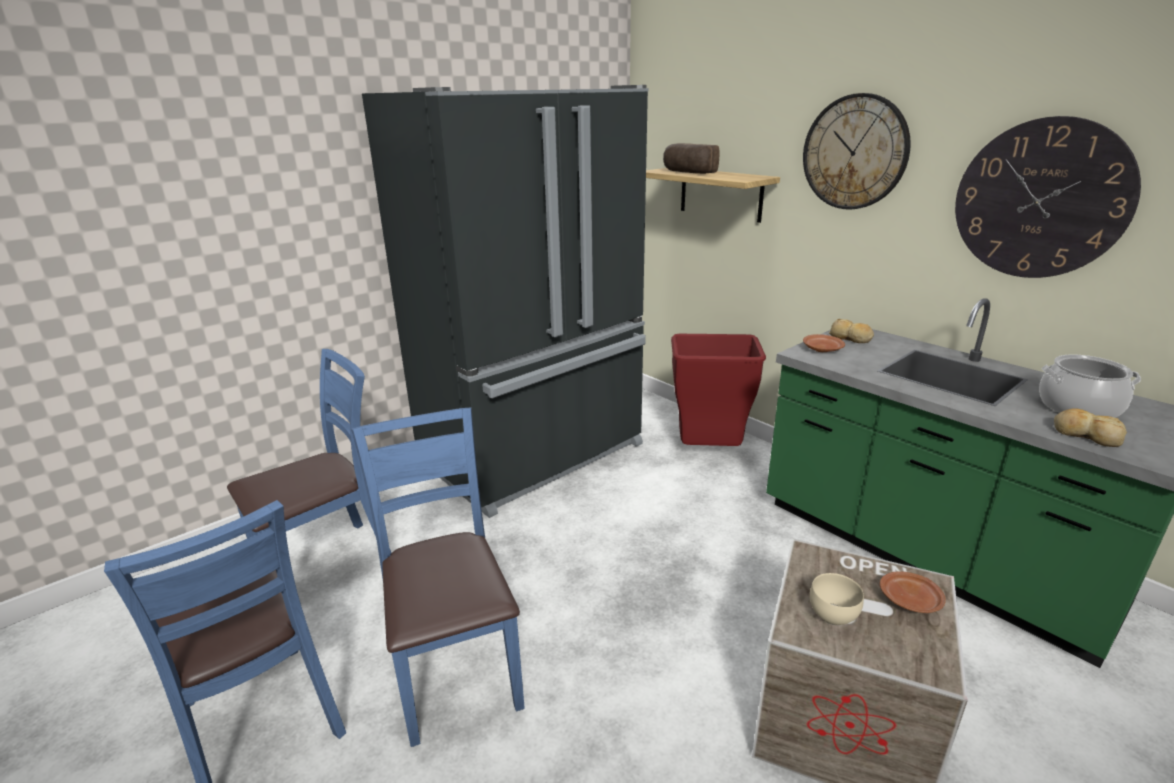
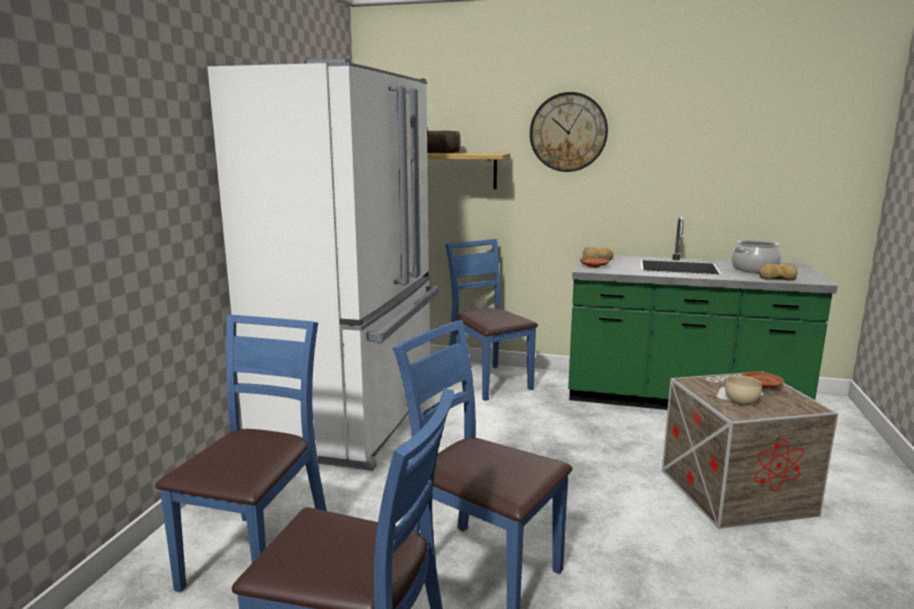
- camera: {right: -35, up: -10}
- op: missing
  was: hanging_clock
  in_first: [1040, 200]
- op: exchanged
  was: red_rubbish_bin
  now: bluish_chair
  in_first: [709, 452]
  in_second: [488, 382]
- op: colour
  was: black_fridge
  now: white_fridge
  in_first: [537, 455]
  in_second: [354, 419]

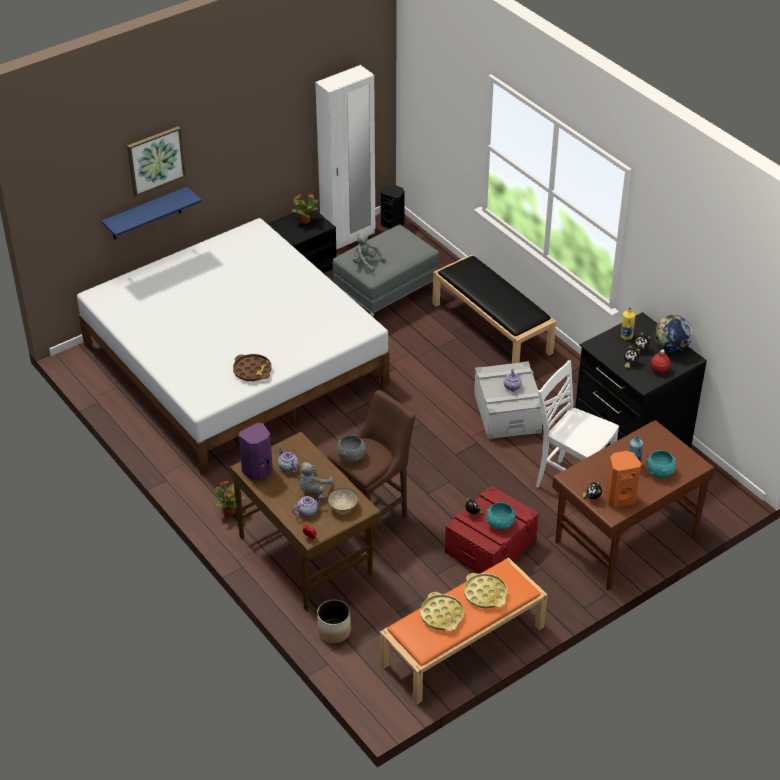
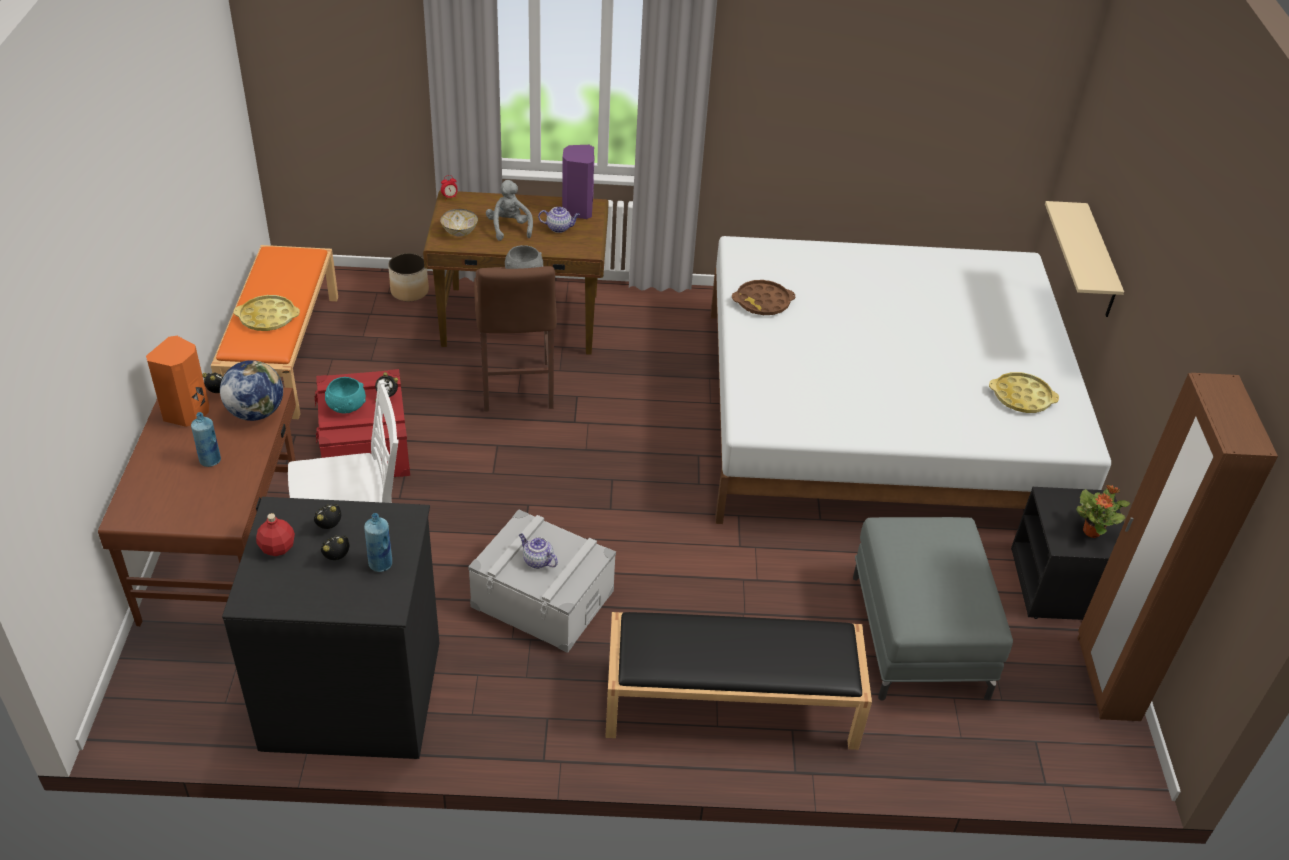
- camera: {right: 125, up: 0}
- op: missing
  was: wall_art
  in_first: [155, 160]
- op: missing
  was: plant_in_a_pot
  in_first: [230, 511]
- op: missing
  was: pot_for_tea
  in_first: [307, 511]
- op: missing
  was: greyish_plush_toy
  in_first: [366, 263]
- op: missing
  was: black_speaker
  in_first: [393, 224]
- op: missing
  was: blue-green_bowl
  in_first: [660, 471]
- op: relocated
  was: yellow_carrying_tray
  in_first: [442, 615]
  in_second: [1021, 397]
- op: relocated
  was: globe
  in_first: [671, 347]
  in_second: [256, 412]
- op: colour
  was: bluish_shelf
  now: beige_shelf
  in_first: [146, 214]
  in_second: [1099, 263]
- op: colour
  was: white_armoire
  now: brown-coloured_armoire
  in_first: [348, 237]
  in_second: [1106, 678]
- op: colour
  was: yellow_drink_bottle
  now: bluish_drink_bottle
  in_first: [626, 336]
  in_second: [381, 564]

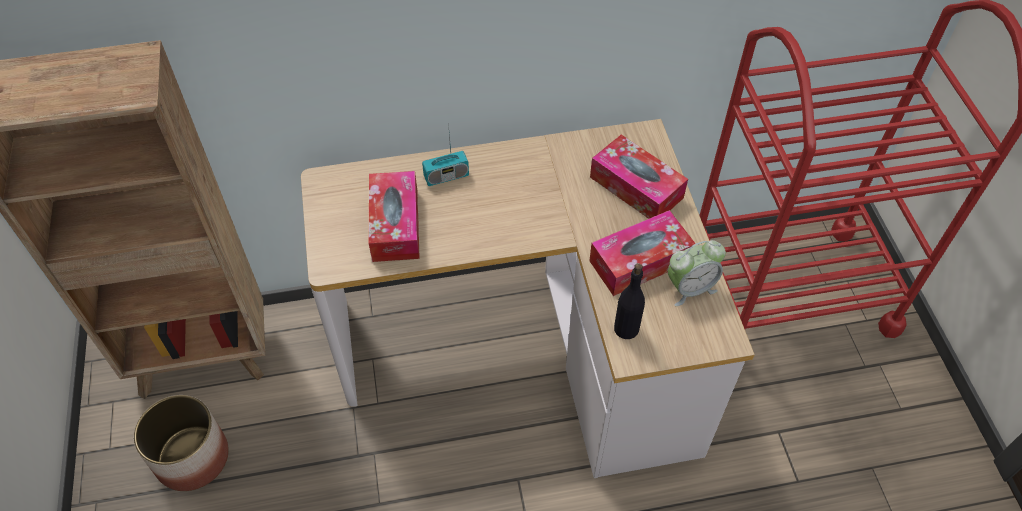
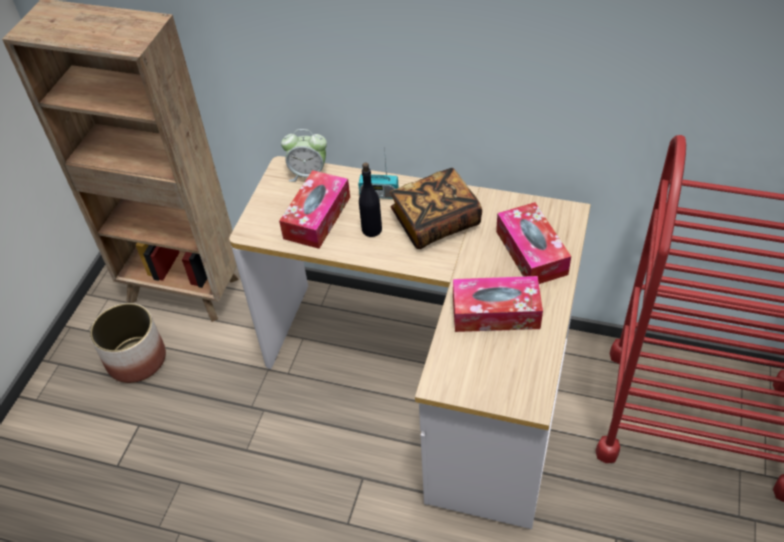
- camera: {right: 30, up: -5}
- op: appeared
  now: book
  in_second: [435, 222]
- op: relocated
  was: black_drink_bottle
  in_first: [626, 328]
  in_second: [372, 229]
- op: relocated
  was: table_clock
  in_first: [690, 288]
  in_second: [308, 174]

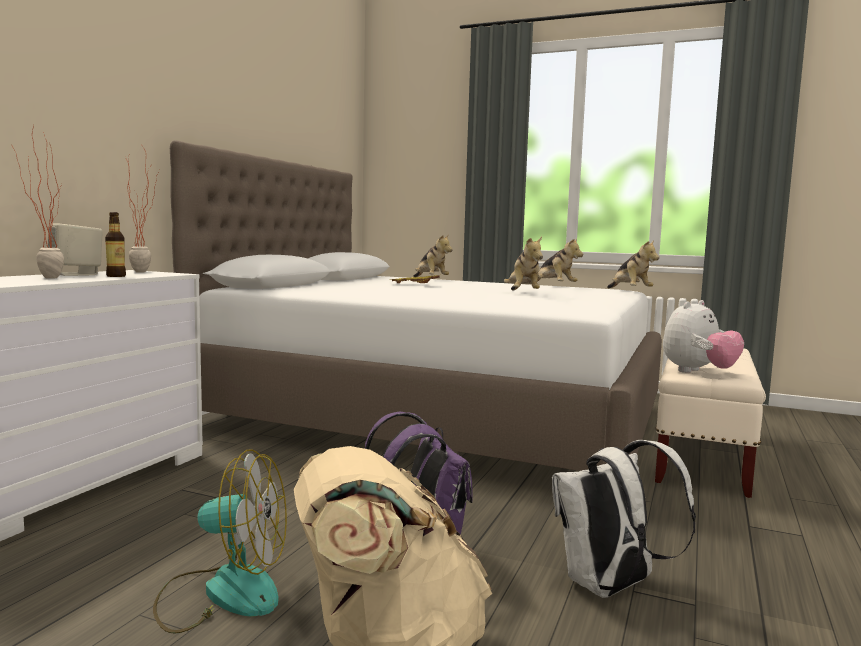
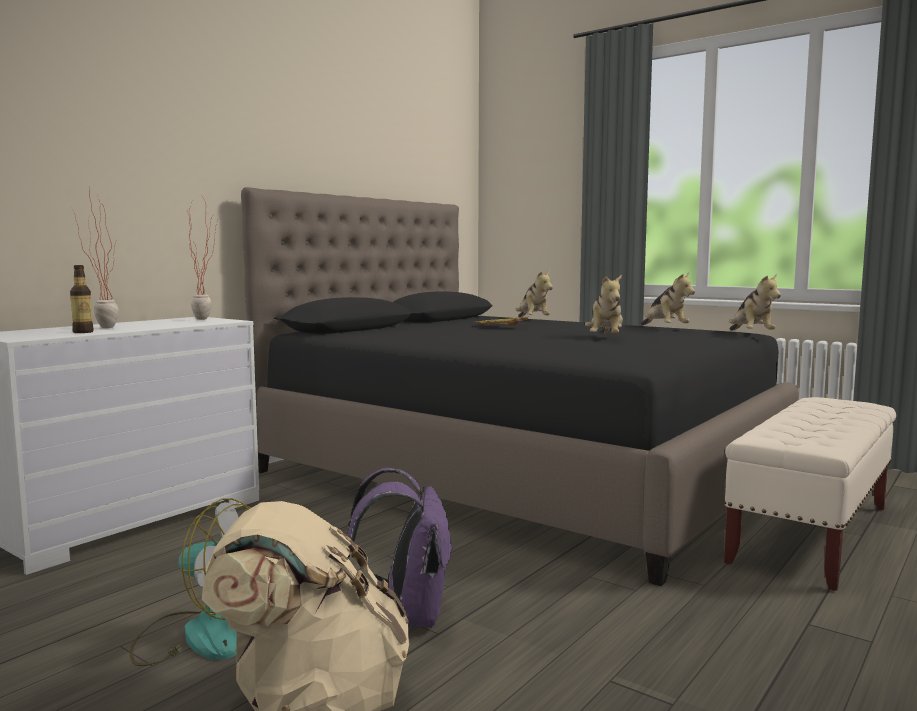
- camera: {right: 15, up: 0}
- op: missing
  was: beige_speaker
  in_first: [77, 274]
- op: missing
  was: white_backpack
  in_first: [610, 588]
- op: missing
  was: plush_toy
  in_first: [698, 372]
- op: relocated
  was: drink_bottle
  in_first: [116, 276]
  in_second: [83, 332]
- op: colour
  was: white_bed
  now: black_bed
  in_first: [436, 416]
  in_second: [519, 472]

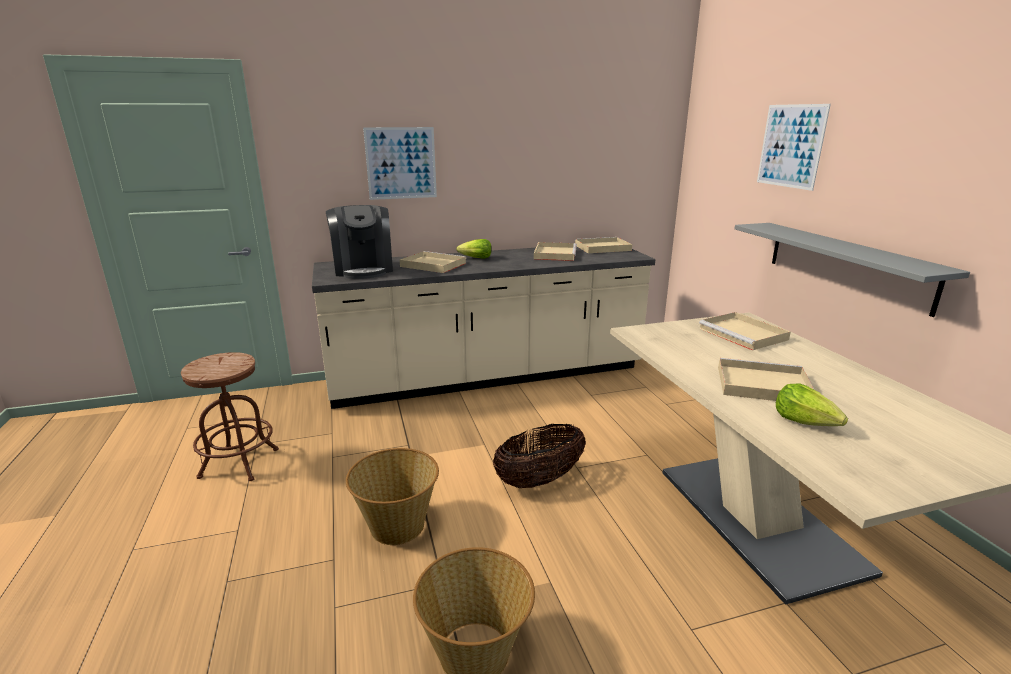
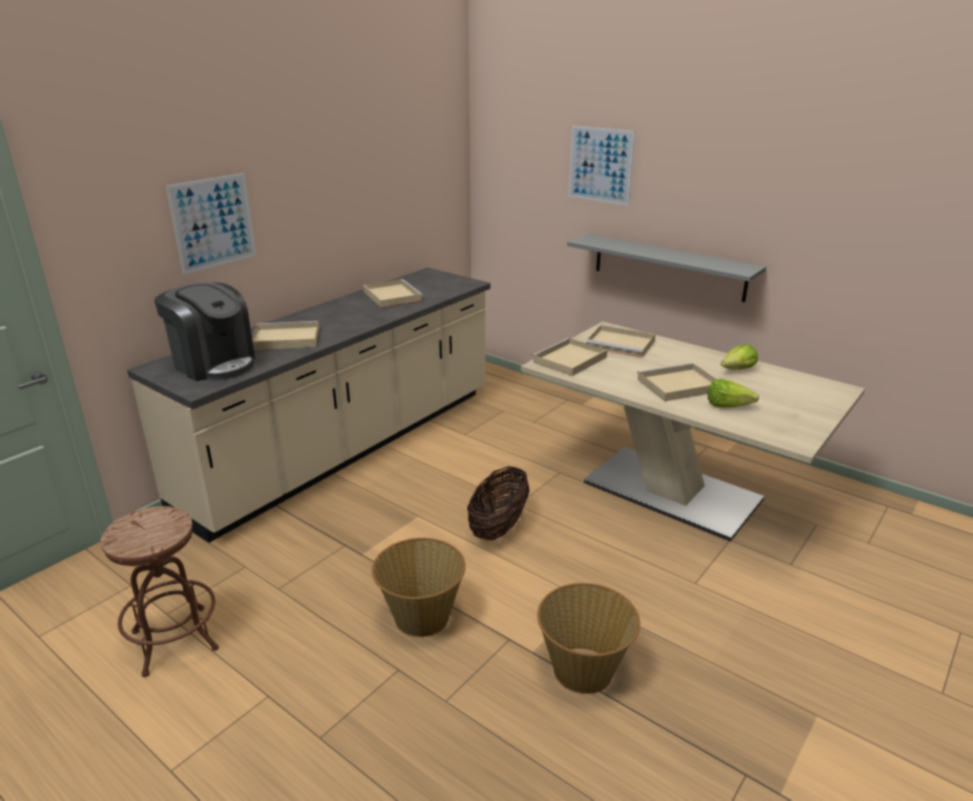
- camera: {right: -35, up: 5}
- op: relocated
  was: lettuce_head
  in_first: [476, 258]
  in_second: [738, 370]
- op: relocated
  was: beige_carrying_tray
  in_first: [601, 248]
  in_second: [569, 360]

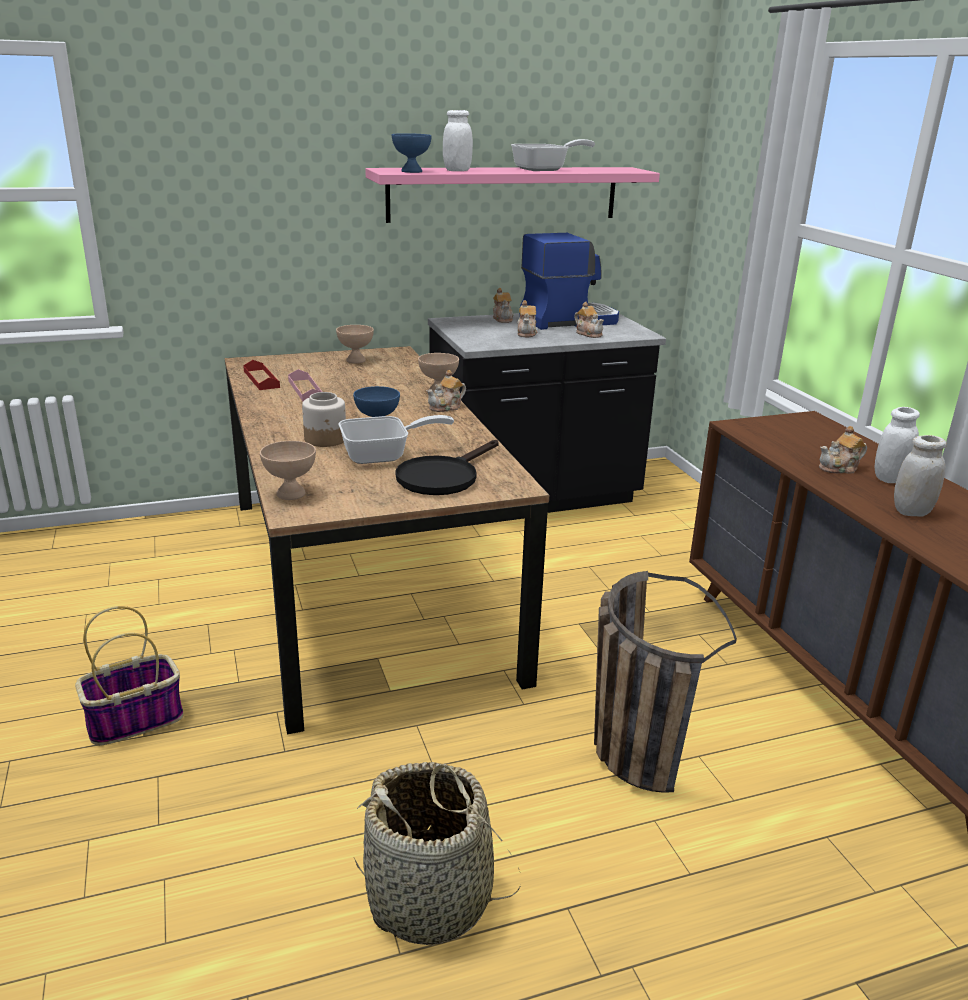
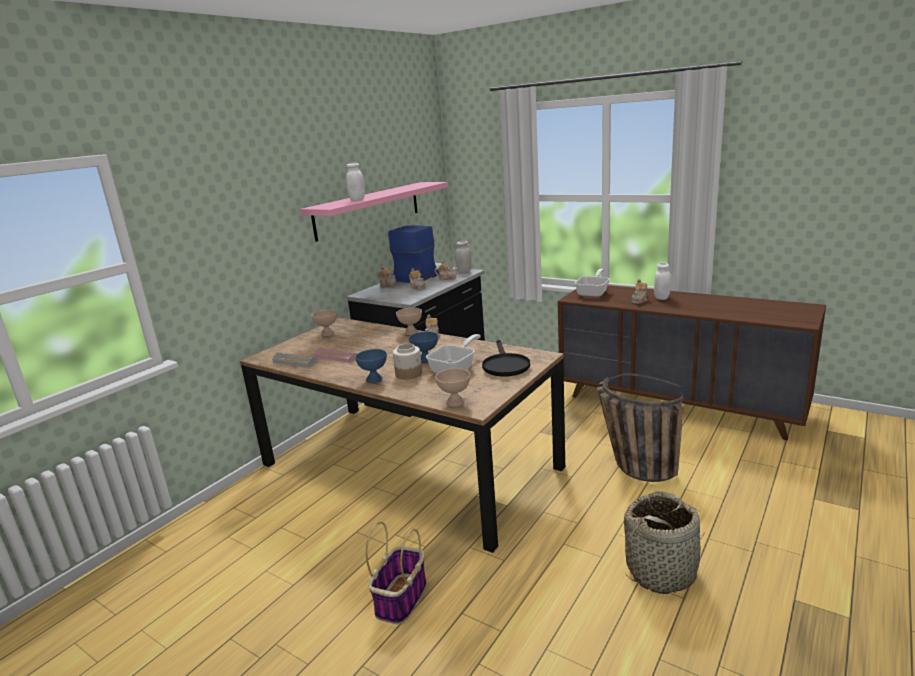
- camera: {right: -35, up: -5}
- op: relocated
  was: bluish_bowl
  in_first: [411, 171]
  in_second: [374, 380]
- op: relocated
  was: pan
  in_first: [545, 169]
  in_second: [593, 292]
- op: relocated
  was: white_preserve_jar
  in_first: [911, 512]
  in_second: [464, 271]
- op: colour
  was: red_carrying_tray
  now: greyish_carrying_tray
  in_first: [261, 379]
  in_second: [295, 362]

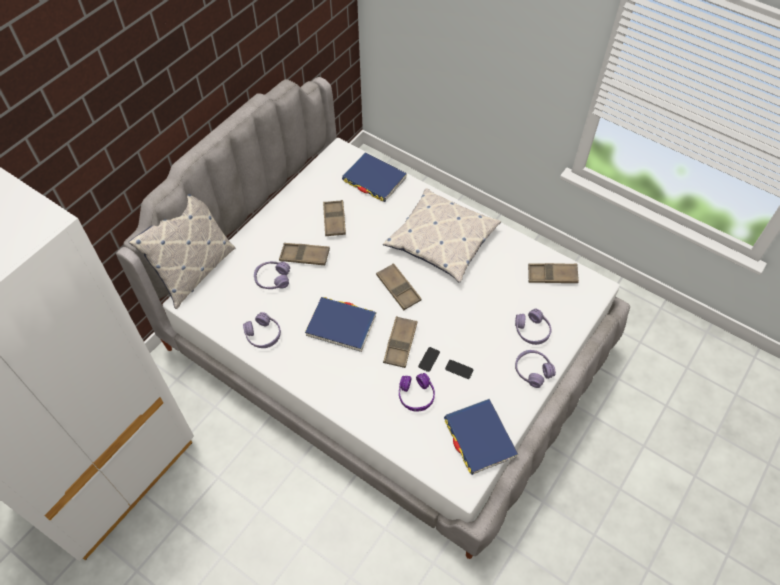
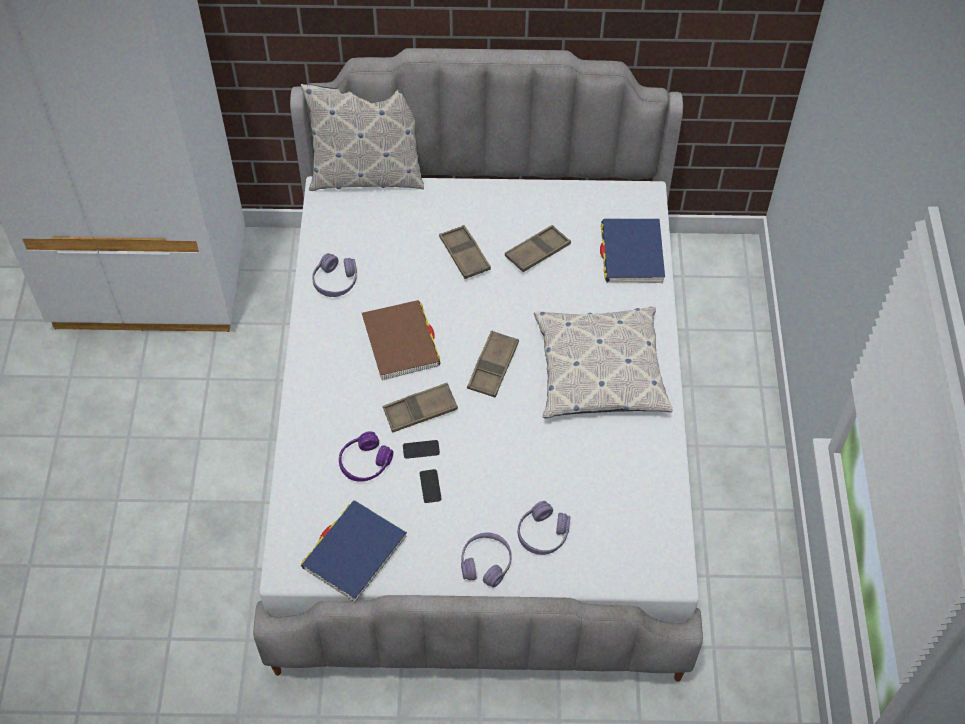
- camera: {right: 55, up: 0}
- op: missing
  was: purplish_pair_of_headphones
  in_first: [272, 279]
- op: missing
  was: brown-coloured_carrying_tray
  in_first: [552, 276]
- op: colour
  was: bluish_book
  now: brown-coloured_book
  in_first: [341, 325]
  in_second: [401, 342]

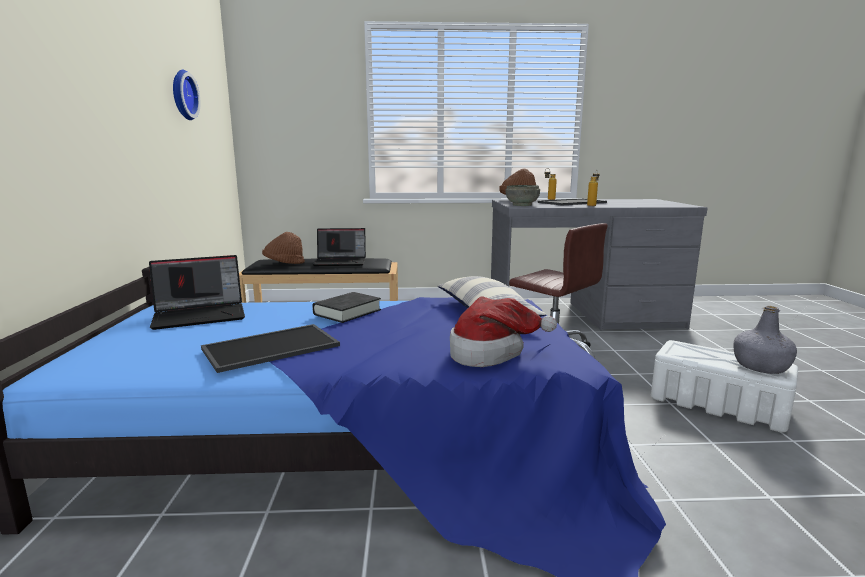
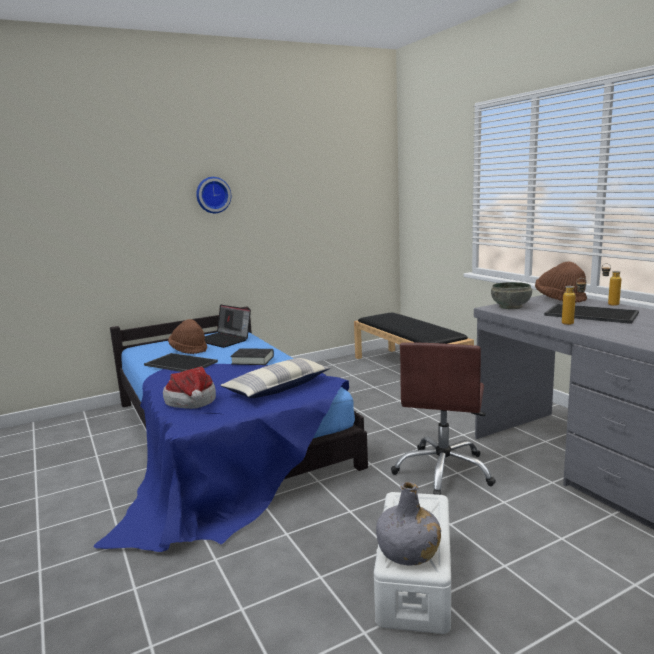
- camera: {right: 65, up: 0}
- op: missing
  was: notebook_computer
  in_first: [341, 262]
- op: relocated
  was: hanging_clock
  in_first: [182, 95]
  in_second: [213, 195]
- op: relocated
  was: brown-coloured_clothing_hat
  in_first: [284, 264]
  in_second: [189, 350]

